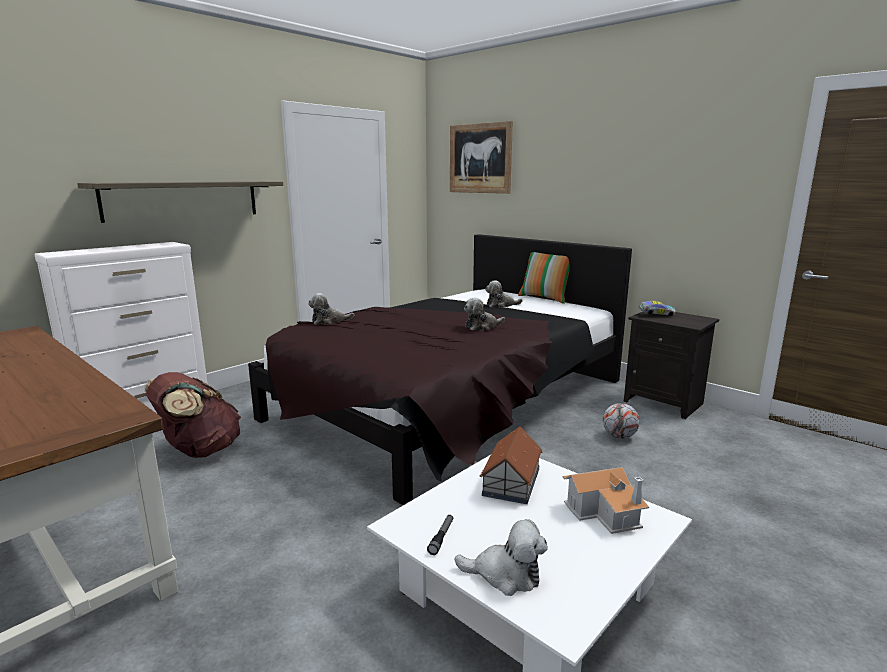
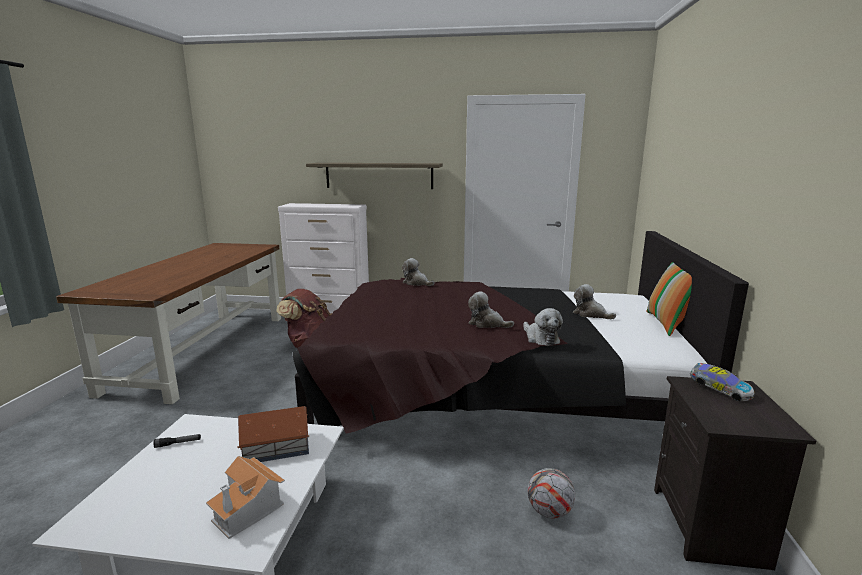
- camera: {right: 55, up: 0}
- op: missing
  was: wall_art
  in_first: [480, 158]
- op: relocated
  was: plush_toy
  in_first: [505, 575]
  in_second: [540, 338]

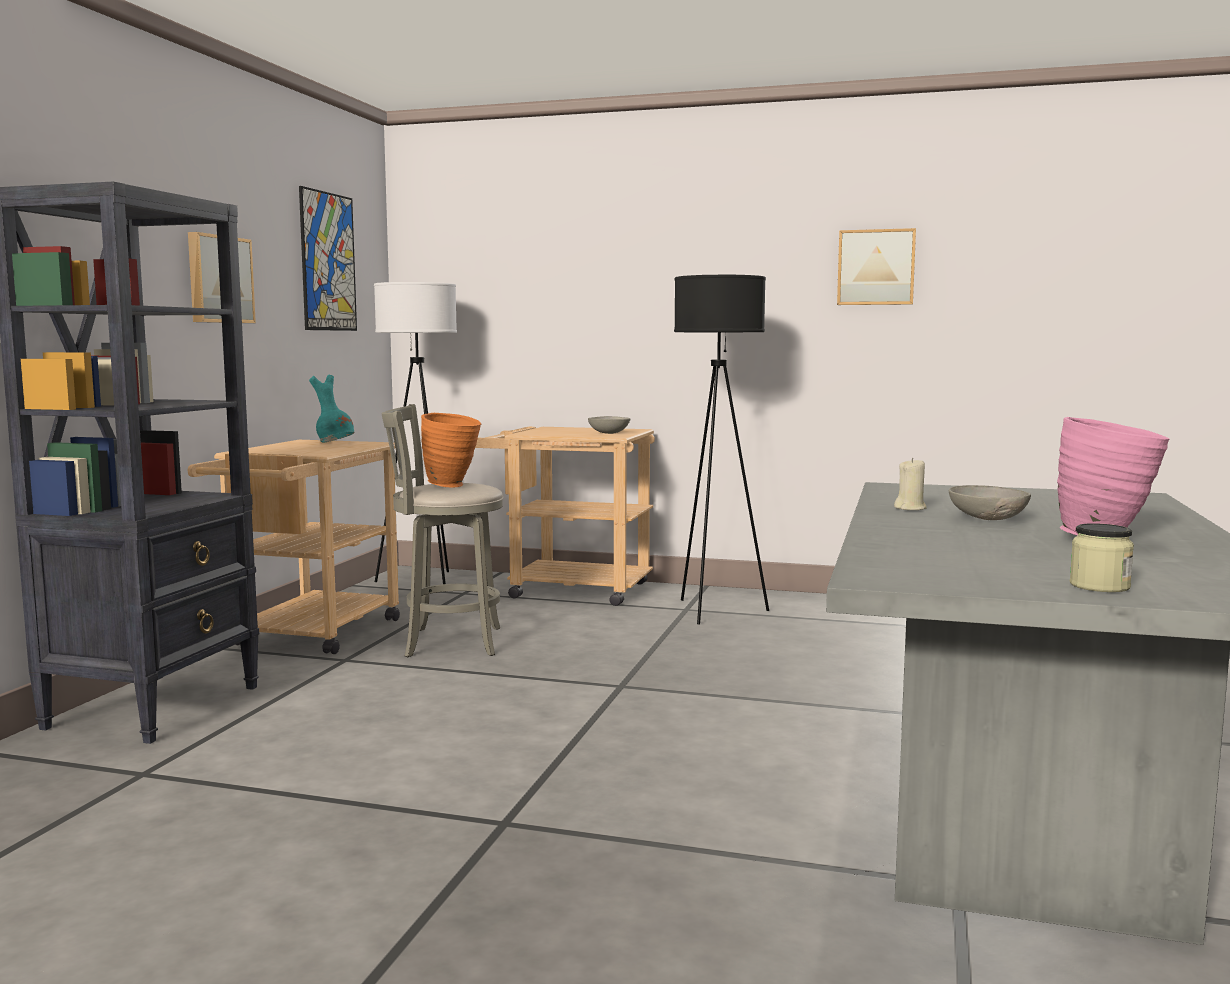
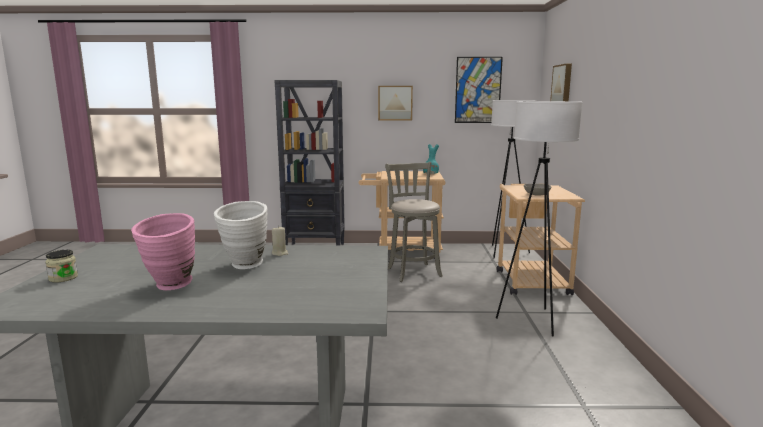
- camera: {right: 75, up: 5}
- op: missing
  was: orange_vase
  in_first: [452, 486]
- op: relocated
  was: wall_art
  in_first: [876, 267]
  in_second: [562, 85]
- op: exchanged
  was: greyish_bowl
  now: white_vase
  in_first: [988, 518]
  in_second: [245, 266]
- op: colour
  was: black_standing_lamp
  now: white_standing_lamp
  in_first: [715, 611]
  in_second: [531, 320]

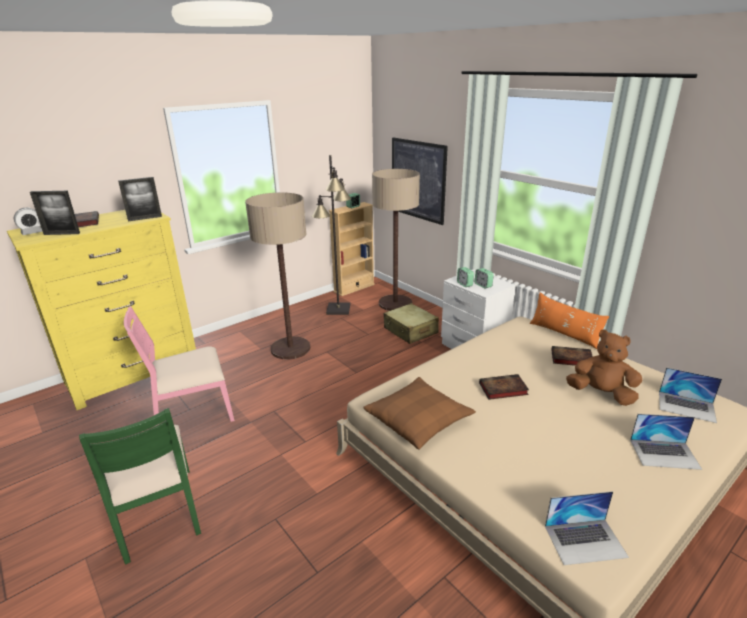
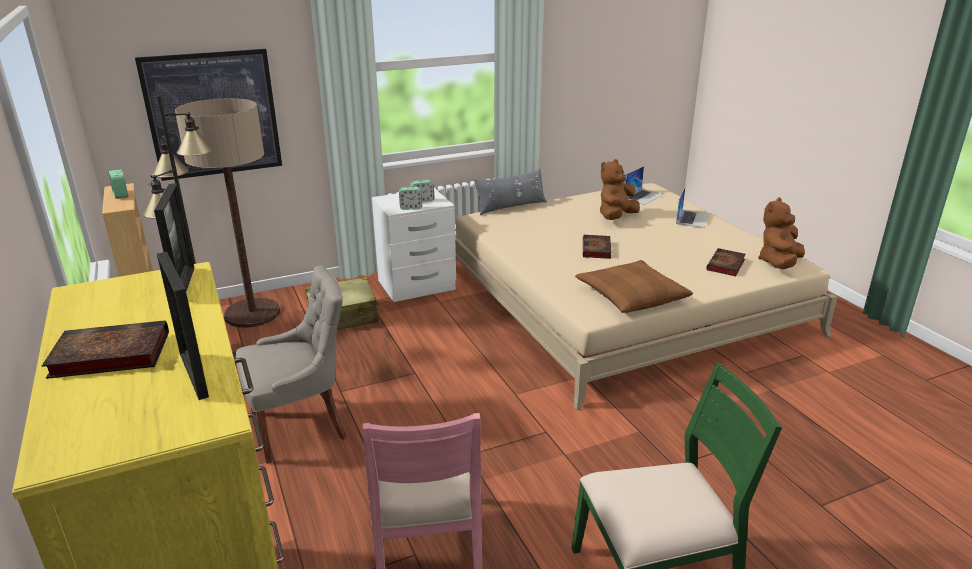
- camera: {right: -75, up: 0}
- op: missing
  was: table_clock
  in_first: [32, 232]
- op: relocated
  was: book
  in_first: [570, 359]
  in_second: [726, 265]
- op: exchanged
  was: standing_lamp
  now: greyish_chair
  in_first: [290, 348]
  in_second: [301, 426]
- op: exchanged
  was: notebook_computer
  now: brown-coloured_plush_toy
  in_first: [585, 541]
  in_second: [779, 263]
- op: colour
  was: orange_throw_pillow
  now: greyish_throw_pillow
  in_first: [564, 334]
  in_second: [511, 207]
- op: spun
  was: picture_frame
  in_first: [62, 234]
  in_second: [193, 375]
  clockwise: 135

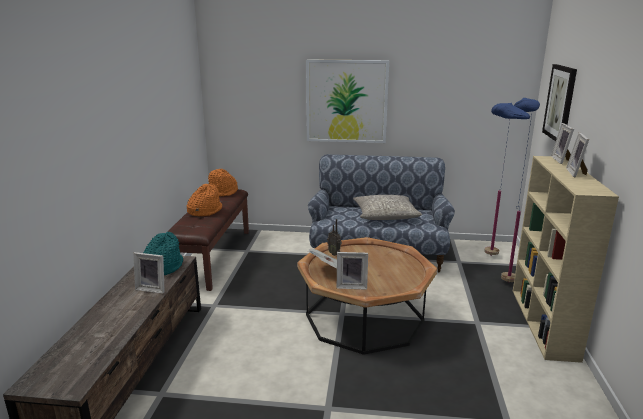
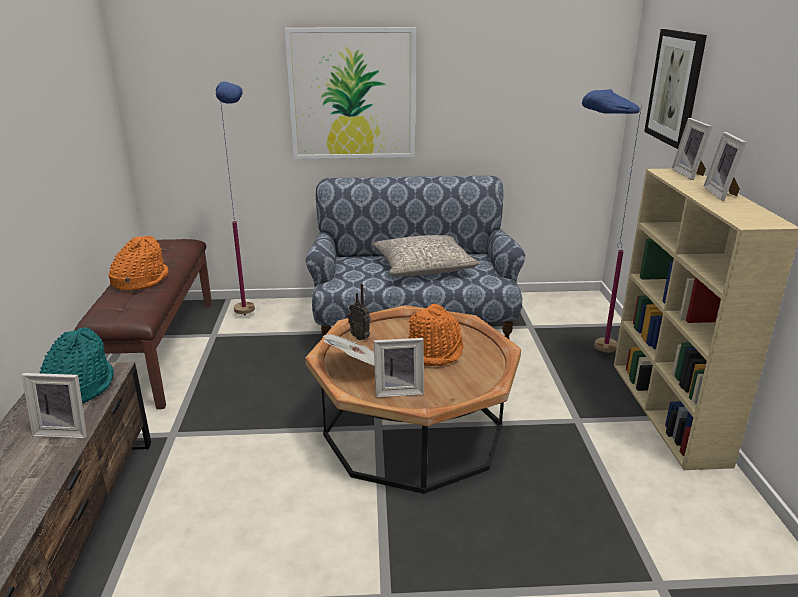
- camera: {right: -10, up: 5}
- op: relocated
  was: orange_clothing_hat
  in_first: [223, 192]
  in_second: [435, 352]
- op: relocated
  was: bluish_standing_lamp
  in_first: [499, 261]
  in_second: [251, 322]

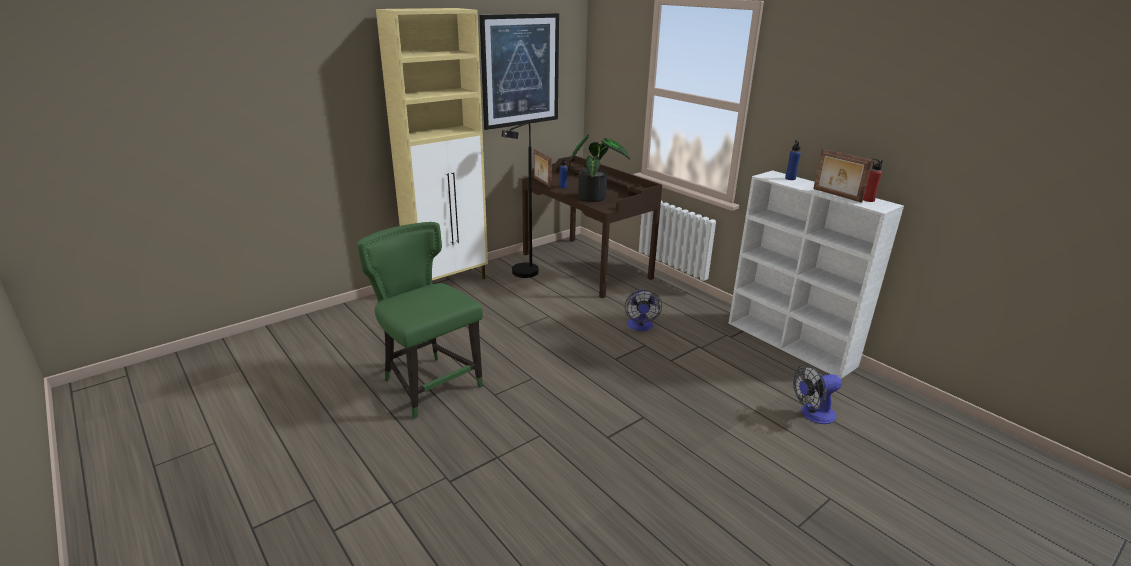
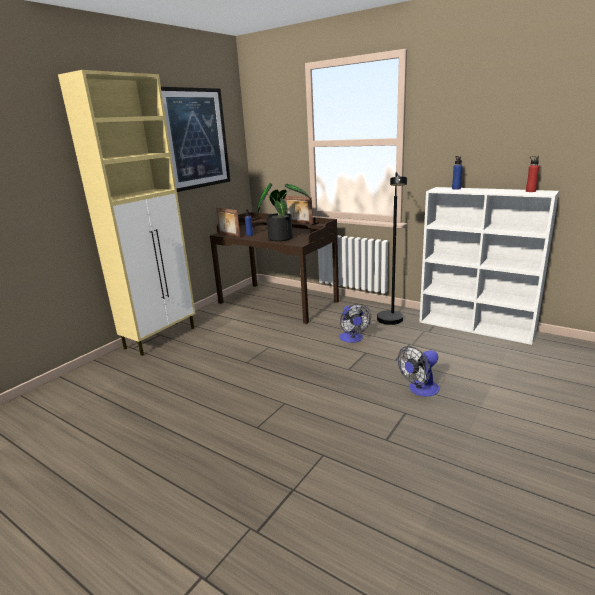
- camera: {right: -15, up: -5}
- op: missing
  was: greenish_chair
  in_first: [429, 384]
- op: relocated
  was: black_standing_lamp
  in_first: [522, 275]
  in_second: [391, 322]
- op: relocated
  was: cooling_fan
  in_first: [812, 415]
  in_second: [420, 390]
- op: relocated
  was: picture_frame
  in_first: [836, 195]
  in_second: [298, 222]

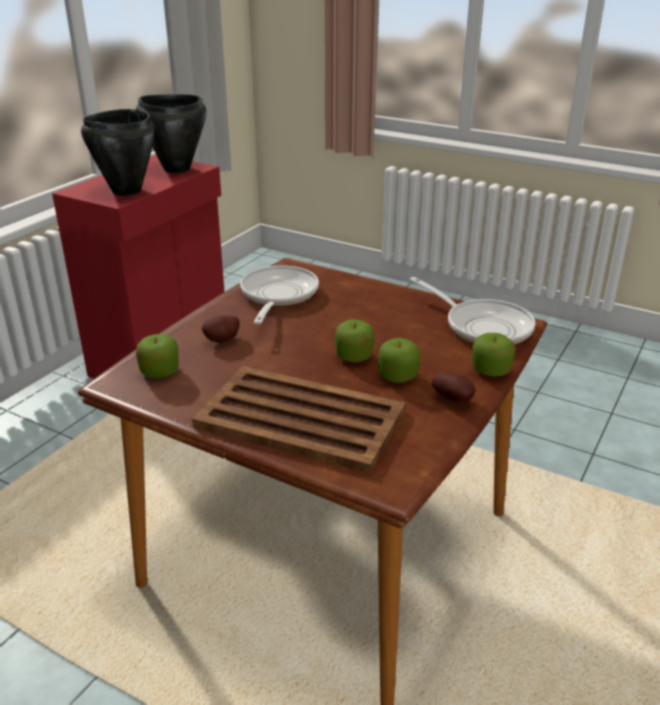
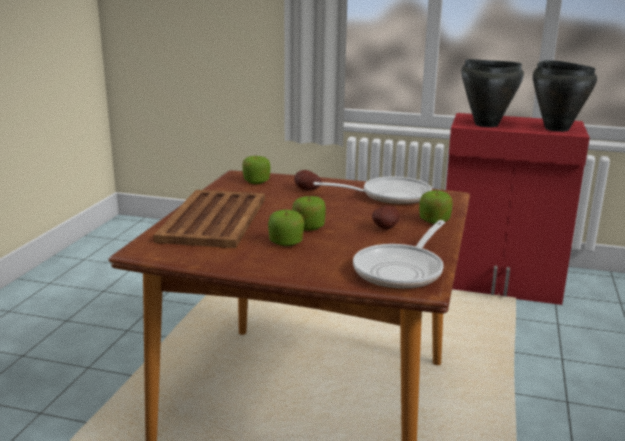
- camera: {right: 75, up: -10}
- op: relocated
  was: spud
  in_first: [454, 399]
  in_second: [386, 228]
- op: relocated
  was: apple_fruit
  in_first: [491, 370]
  in_second: [434, 221]

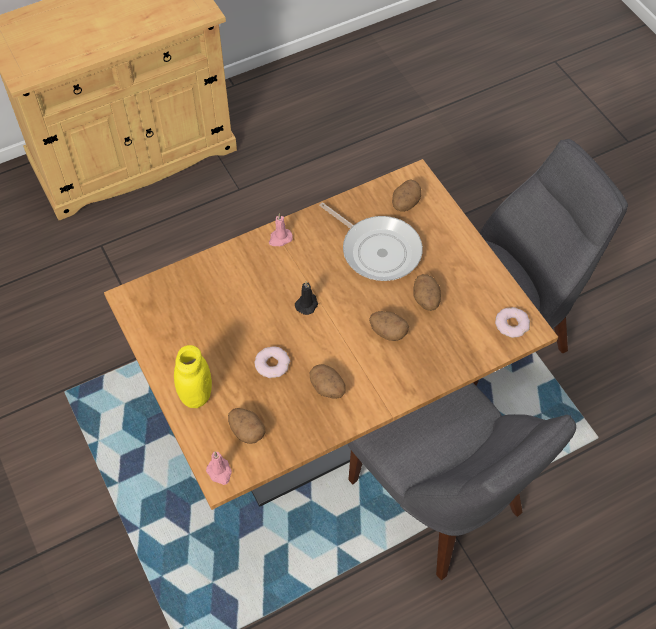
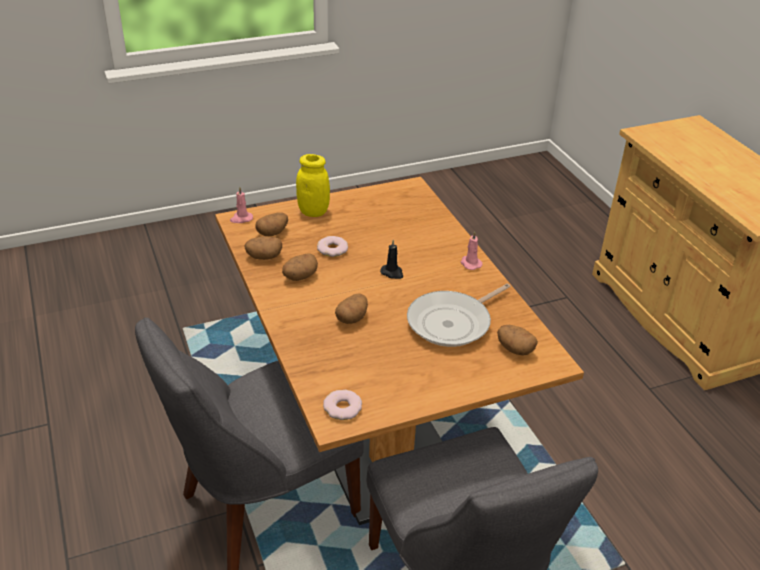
- camera: {right: 95, up: -20}
- op: relocated
  was: spud
  in_first: [426, 300]
  in_second: [264, 257]

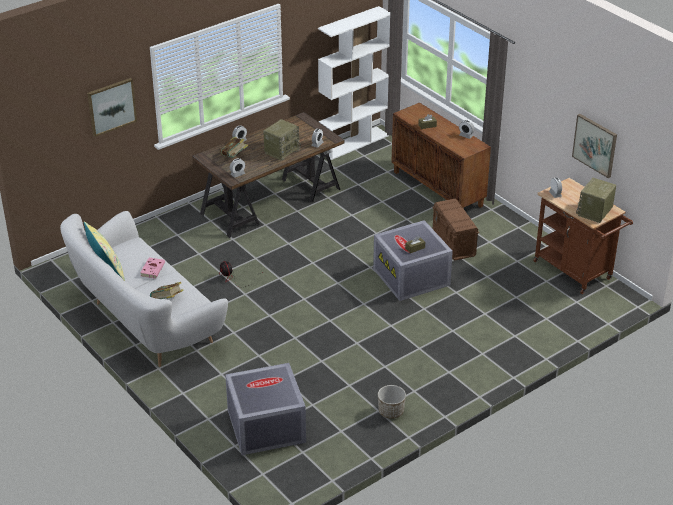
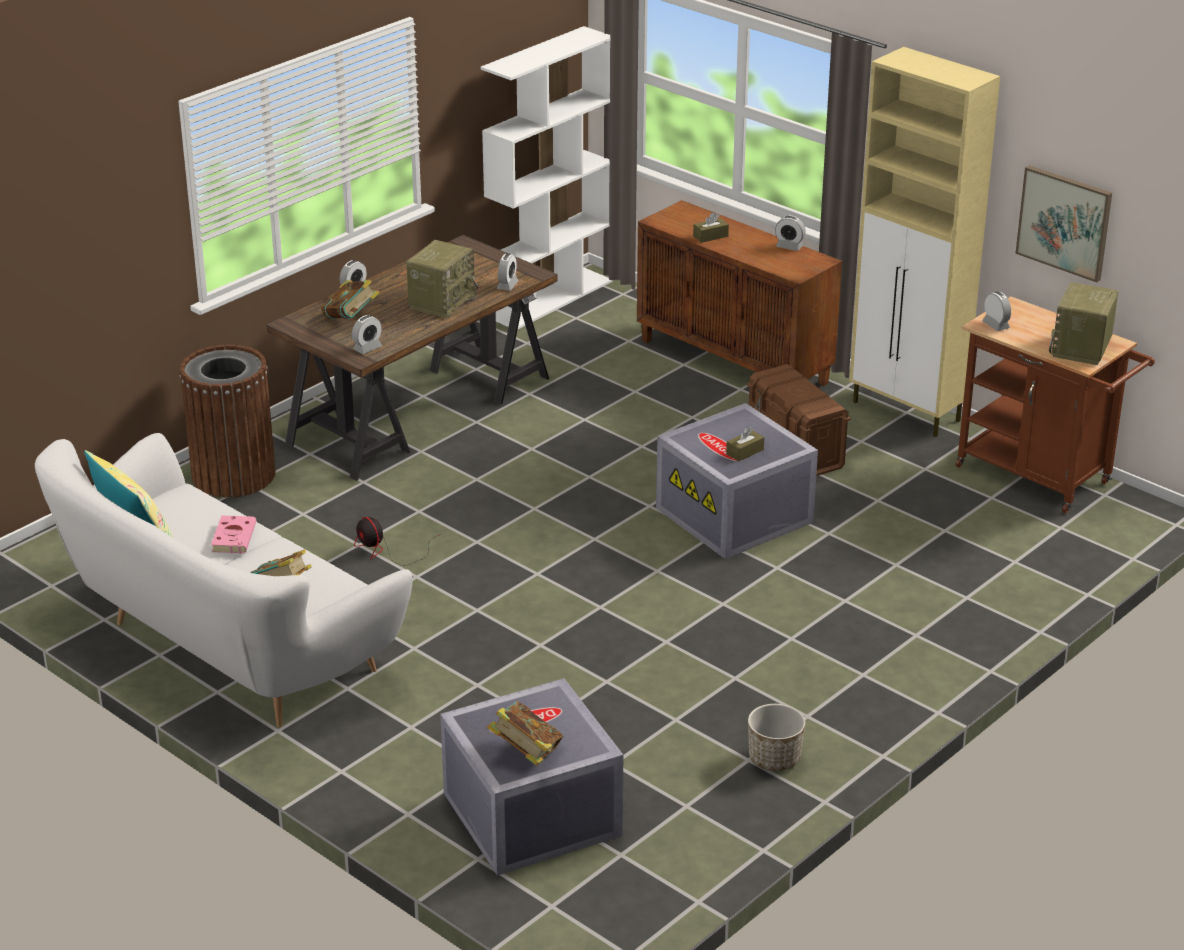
- camera: {right: -10, up: -5}
- op: missing
  was: wall_art
  in_first: [111, 106]
- op: appeared
  now: brown-coloured_rubbish_bin
  in_second: [233, 475]
- op: appeared
  now: book
  in_second: [526, 753]
- op: appeared
  now: beige_storage_cabinet
  in_second: [907, 412]

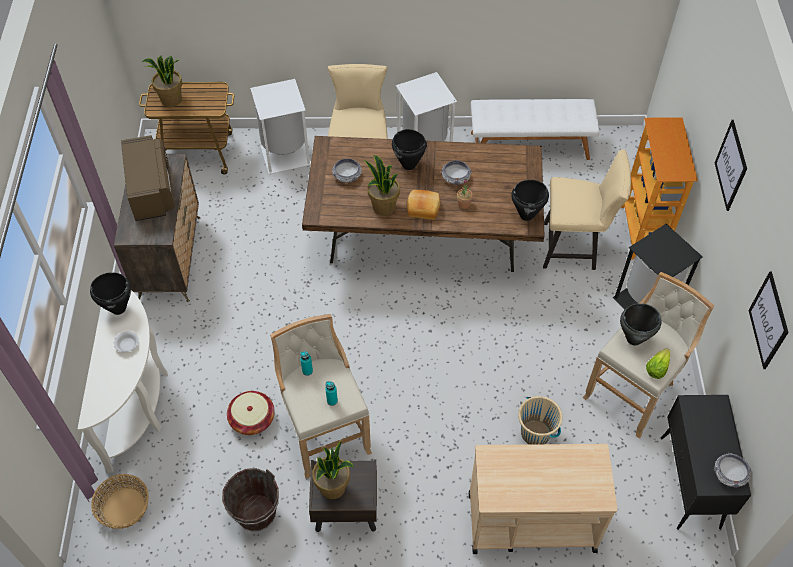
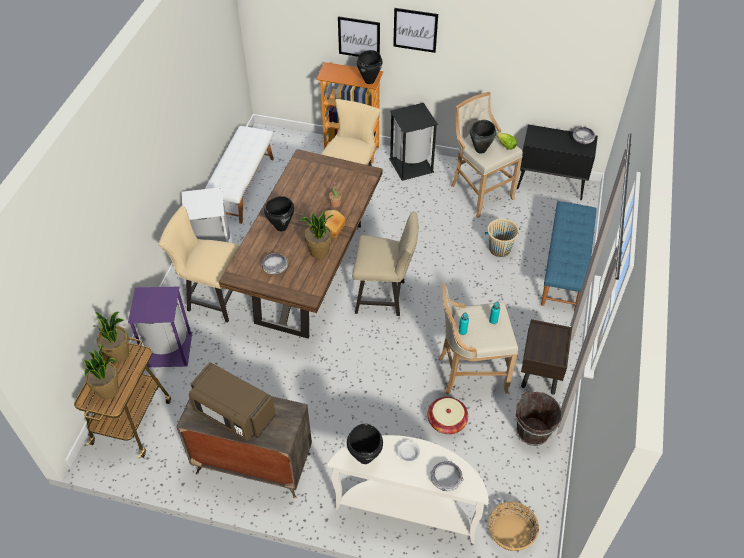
- camera: {right: -75, up: -5}
- op: appeared
  now: beige_chair
  in_second: [384, 297]
- op: relocated
  was: plant_in_a_pot
  in_first: [333, 487]
  in_second: [119, 354]
- op: relocated
  was: bowl
  in_first: [456, 177]
  in_second: [446, 479]
- op: relocated
  was: black_cooking_pot
  in_first: [527, 215]
  in_second: [369, 80]
- op: relocated
  was: wall_art
  in_first: [768, 320]
  in_second: [359, 38]
- op: exchanged
  was: beige_trolley
  now: bluish_bench
  in_first: [530, 521]
  in_second: [565, 269]
- op: colour
  was: white_rubbish_bin
  now: purplish_rubbish_bin
  in_first: [286, 154]
  in_second: [170, 349]
- op: spun
  was: brown-coloured_microwave
  in_first: [152, 190]
  in_second: [233, 413]
  clockwise: -150

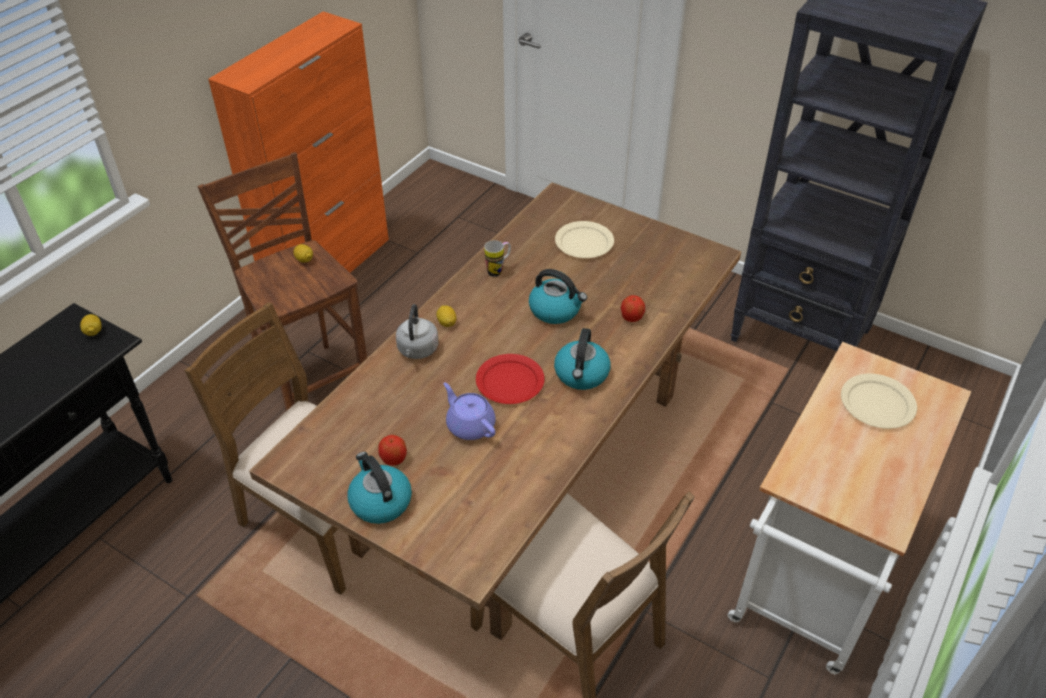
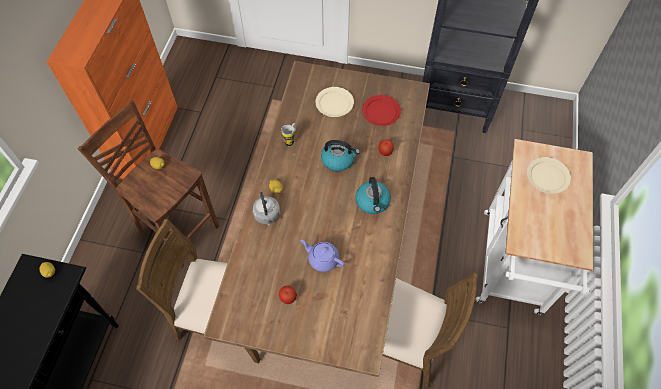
- camera: {right: -20, up: 15}
- op: missing
  was: water_kettle
  in_first: [380, 501]
- op: relocated
  was: red_flat_dish
  in_first: [509, 382]
  in_second: [381, 112]

